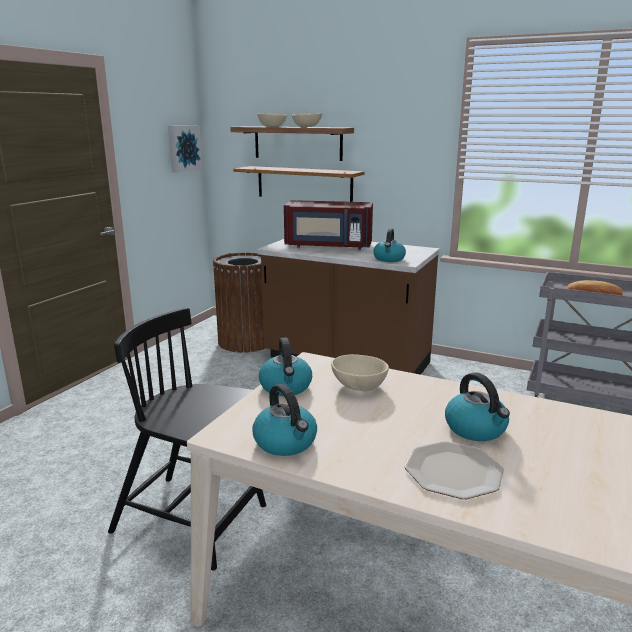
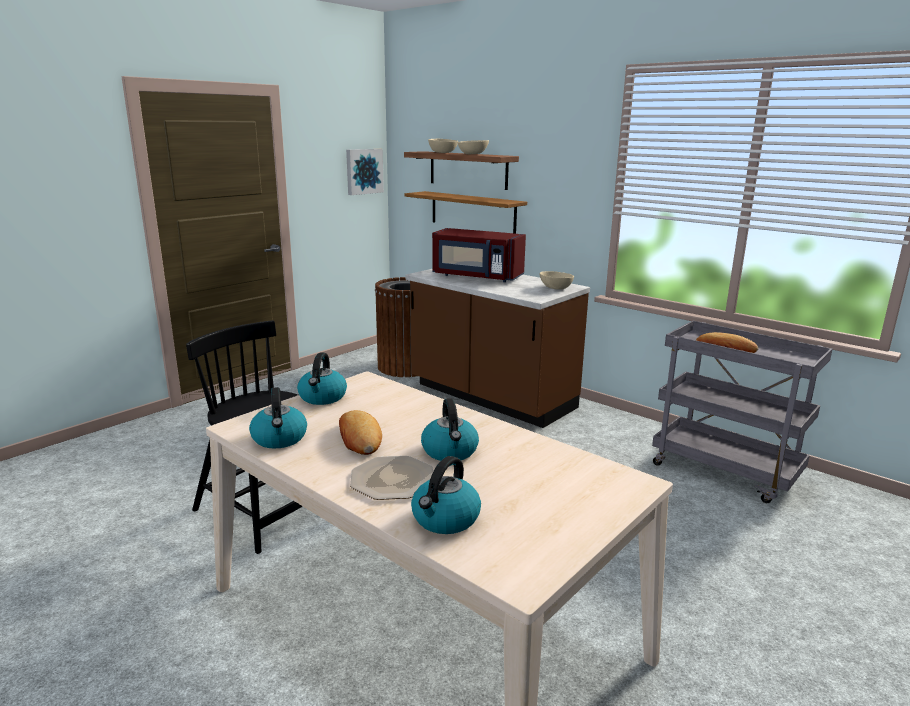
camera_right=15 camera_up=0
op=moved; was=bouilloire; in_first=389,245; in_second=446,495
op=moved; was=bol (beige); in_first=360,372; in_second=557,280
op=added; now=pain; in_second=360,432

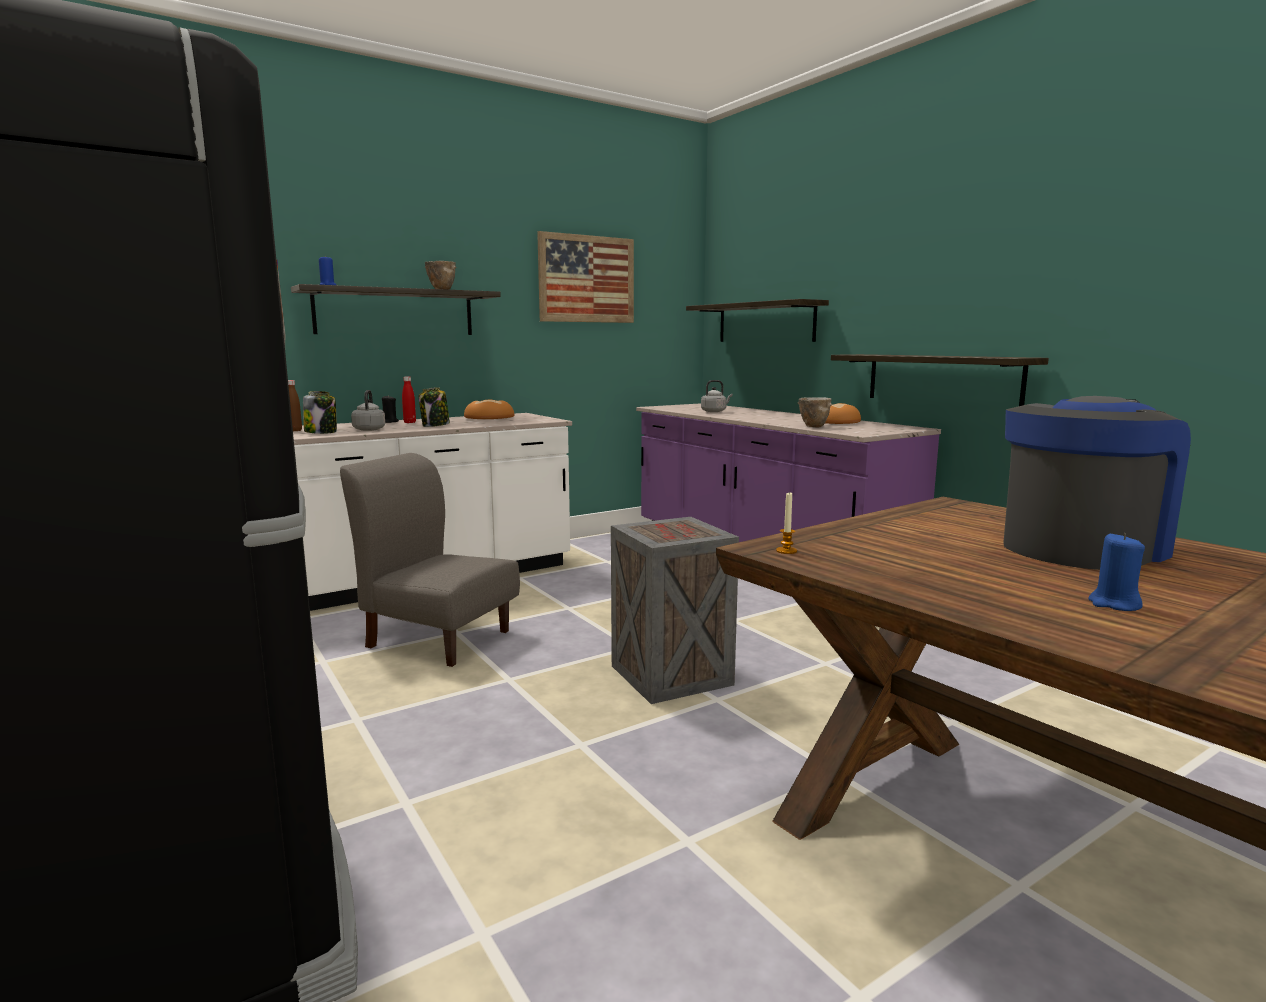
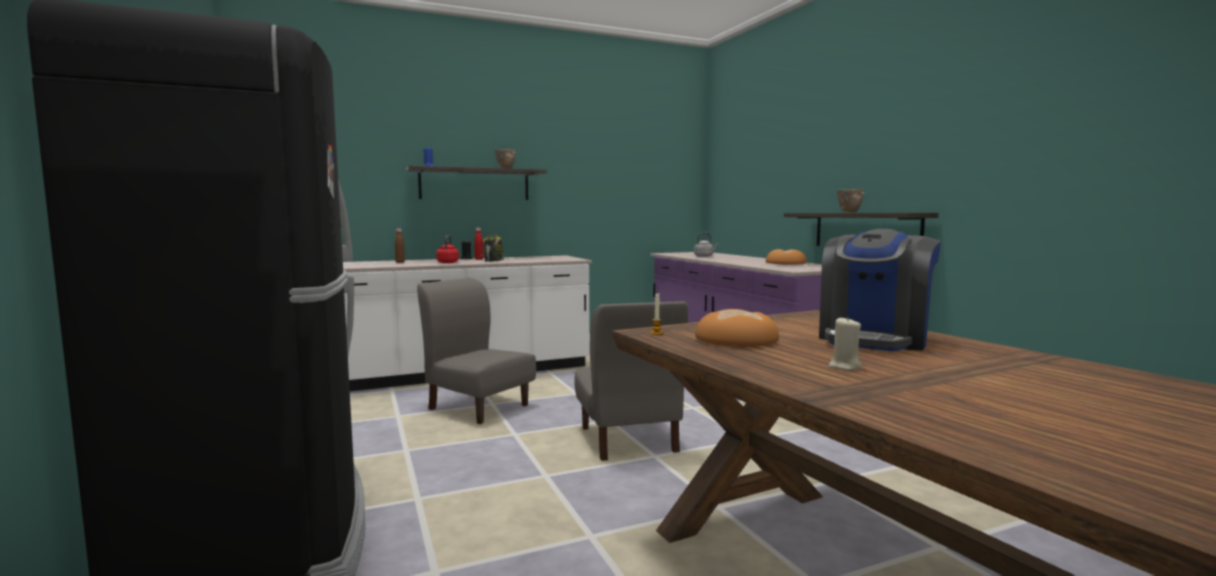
camera_right=10 camera_up=-5
op=removed; was=tableau; in_first=585,277
op=removed; was=étagère; in_first=757,320
op=recoloured; was=bouilloire (gris); now=bouilloire (rouge); in_first=368,410; in_second=447,249
op=removed; was=bocal; in_first=320,412
op=turned; was=machine à café; in_first=1097,483; in_second=880,290; clockwise=150
op=moved; was=bol; in_first=815,412; in_second=850,200
op=moved; was=pain; in_first=489,409; in_second=737,328
op=replaced; was=caisse; now=chaise (gris); in_first=675,610; in_second=631,381
op=recoloured; was=bougie (bleu); now=bougie (beige); in_first=1116,572; in_second=845,343

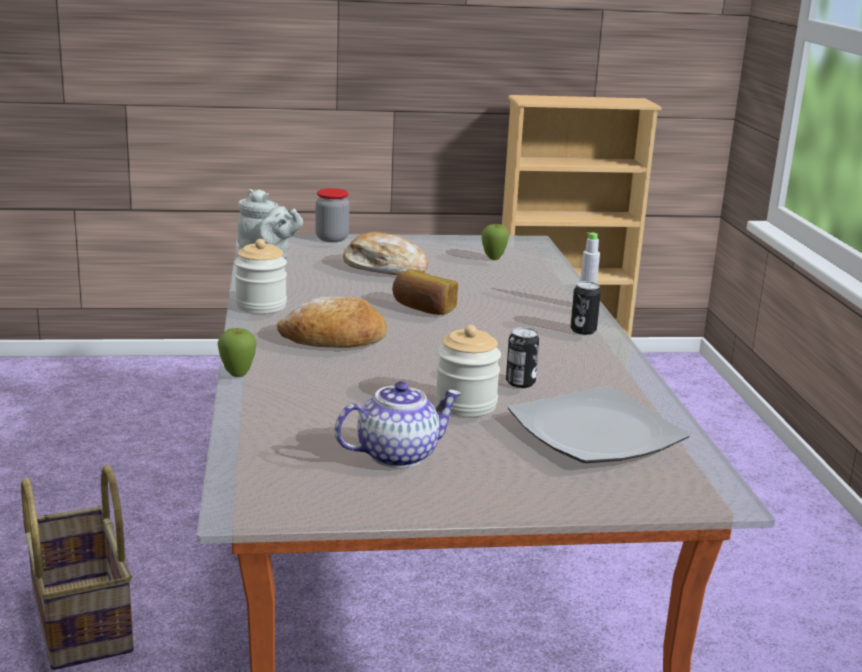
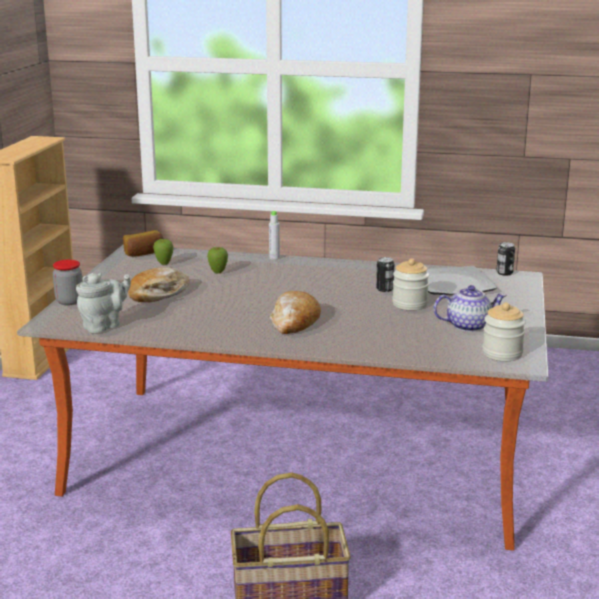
camera_right=-70 camera_up=0
op=moved; was=bocal; in_first=260,276; in_second=504,332
op=moved; was=pain; in_first=425,292; in_second=143,243
op=moved; was=boîte métallique; in_first=585,308; in_second=505,259
op=moved; was=pomme; in_first=237,352; in_second=217,260
op=turned; was=théière; in_first=398,424; in_second=470,308; clockwise=90

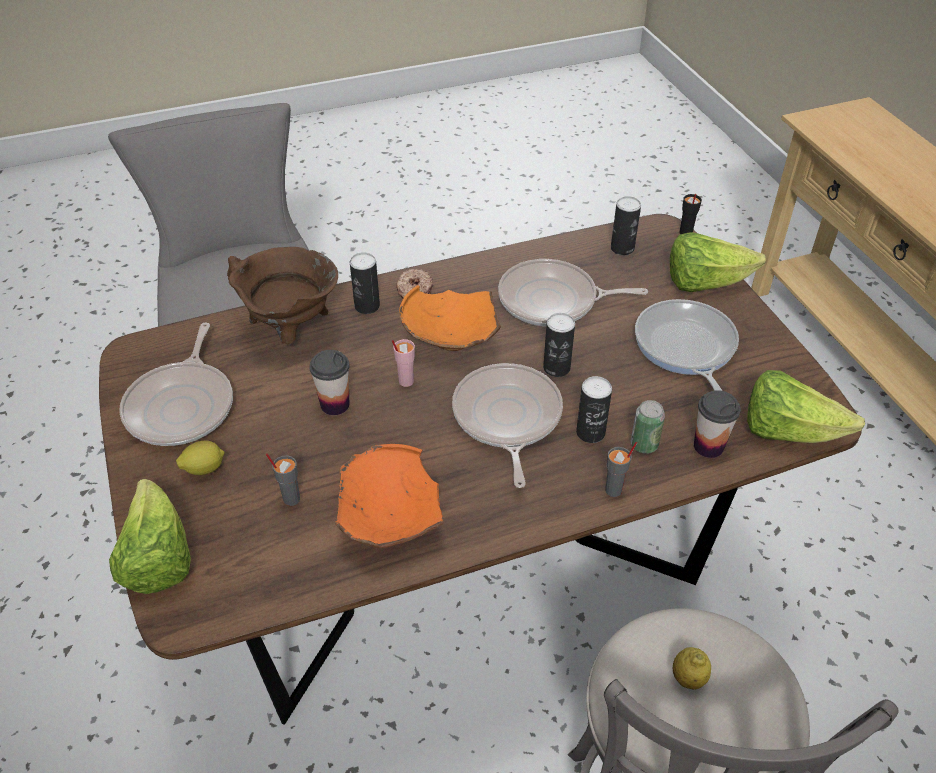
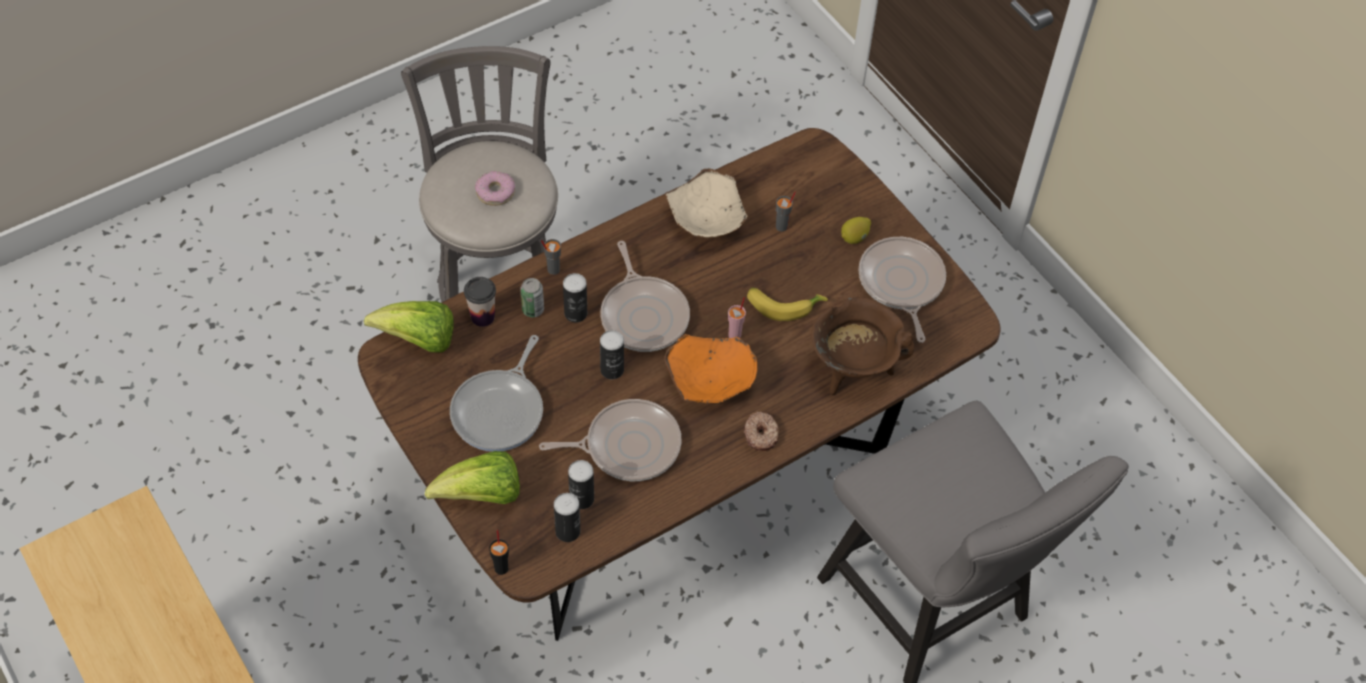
camera_right=165 camera_up=10
op=moved; was=boîte métallique; in_first=365,283; in_second=581,484
op=turned; was=poêle; in_first=687,345; in_second=496,393; clockwise=45
op=replaced; was=tasse; now=banane; in_first=329,382; in_second=787,304
op=recoloured; was=bol (orange); now=bol (beige); in_first=389,496; in_second=706,203
op=removed; was=laitue; in_first=150,536
op=replaced; was=citron; now=beignet; in_first=692,668; in_second=495,188

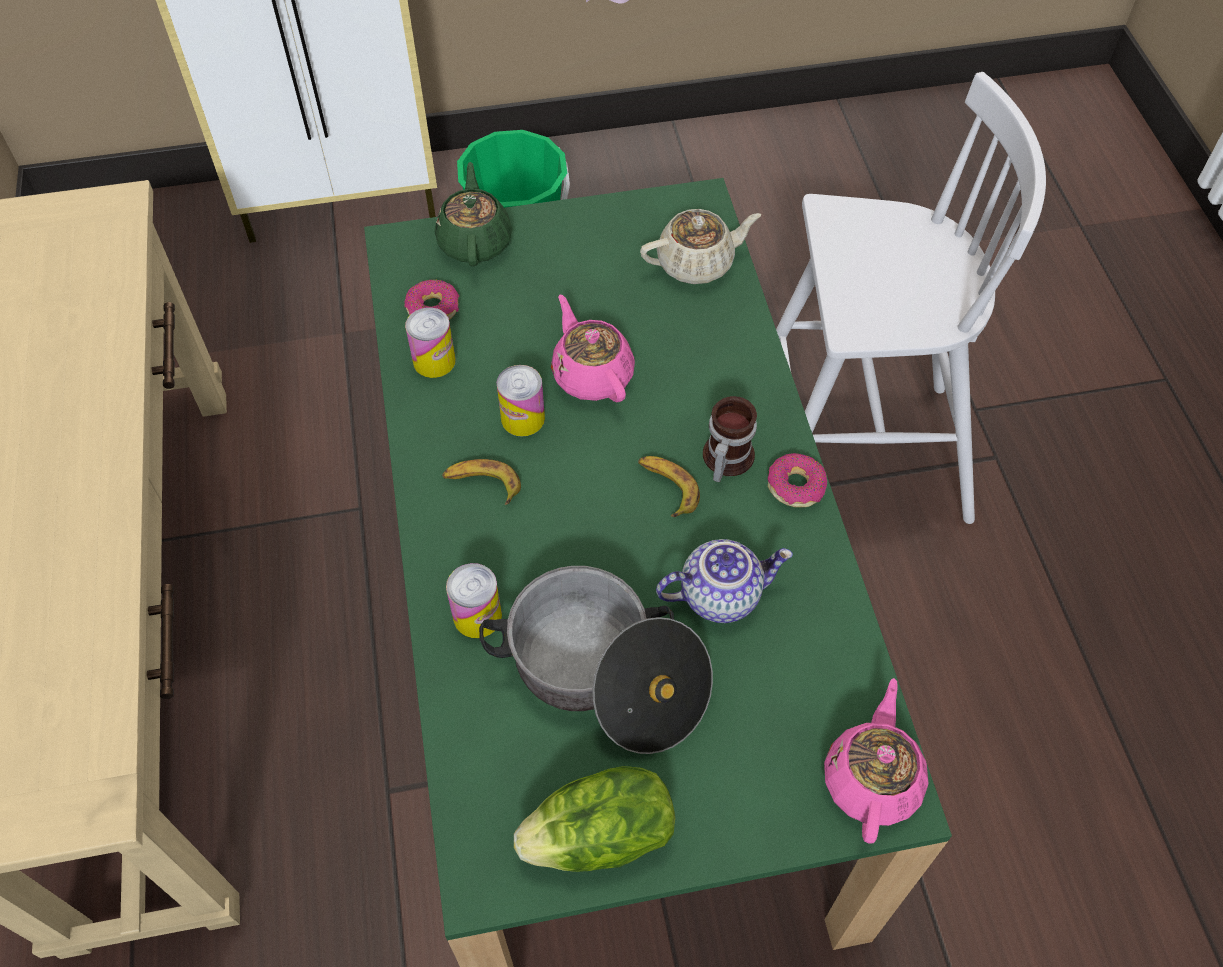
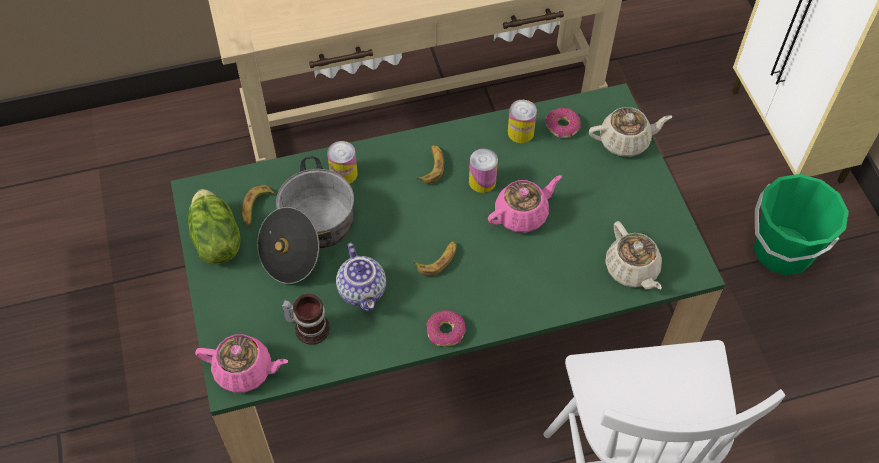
camera_right=85 camera_up=0
op=recoloured; was=théière (vert); now=théière (beige); in_first=473,214; in_second=631,132
op=moved; was=mug; in_first=730,439; in_second=306,319
op=added; now=banane; in_second=259,205

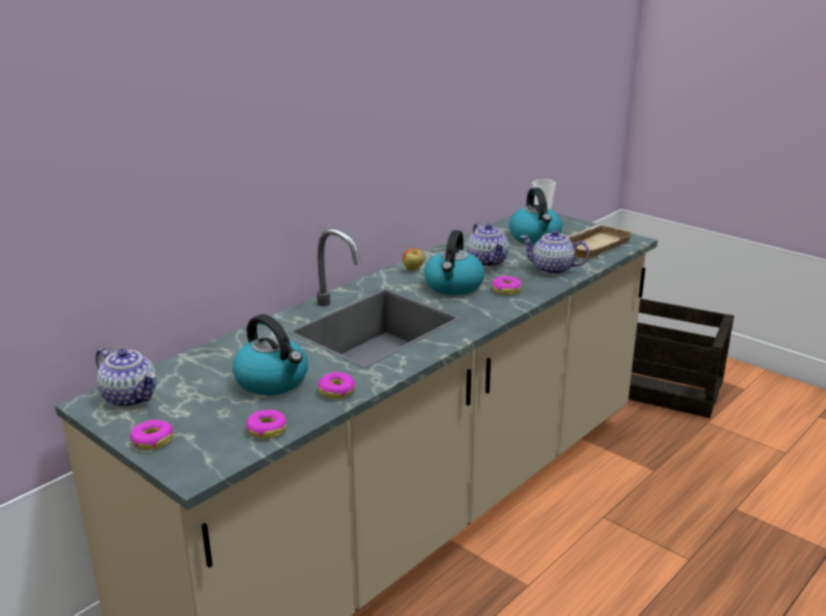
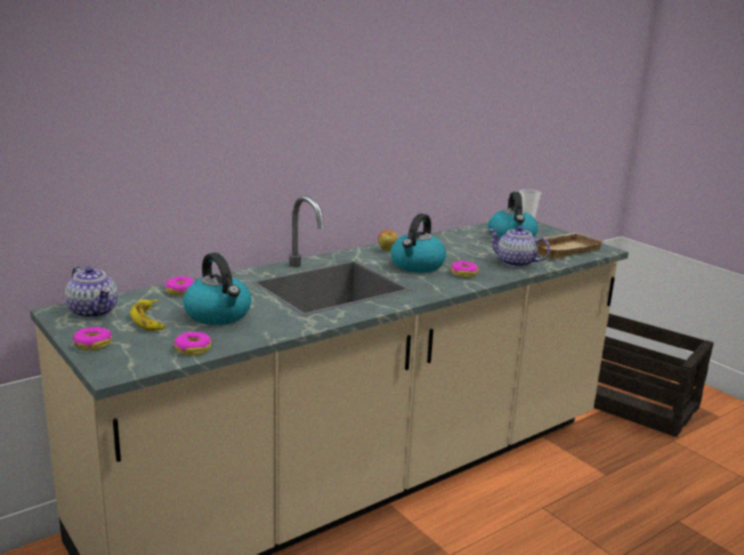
camera_right=10 camera_up=-5
op=removed; was=théière; in_first=488,245
op=moved; was=beignet; in_first=336,385; in_second=180,285
op=added; now=banane; in_second=147,315

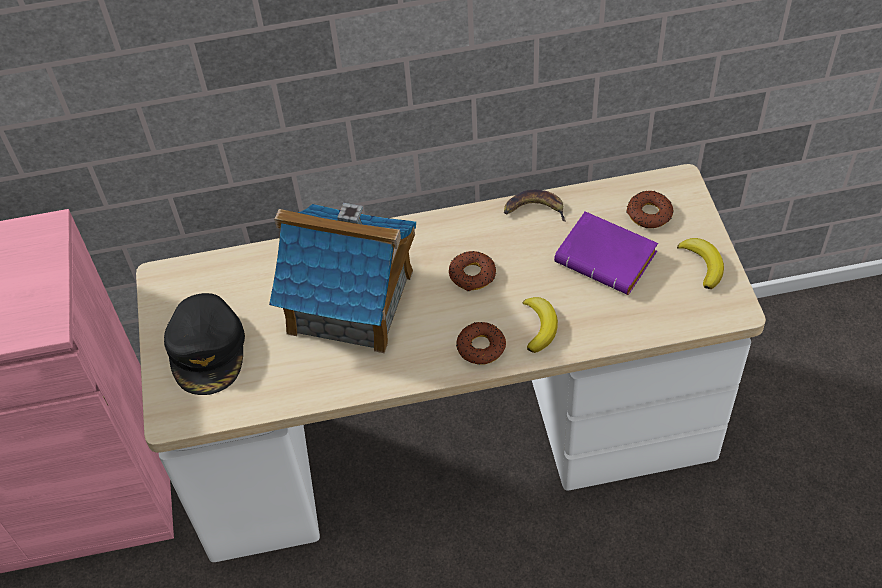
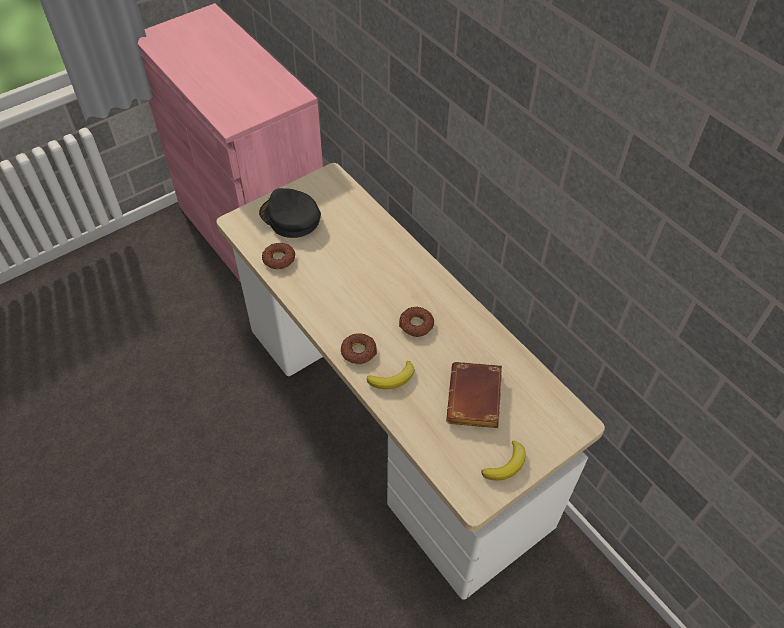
camera_right=60 camera_up=0
op=removed; was=banane; in_first=535,206
op=moved; was=beignet; in_first=650,209; in_second=278,256
op=removed; was=maison miniature; in_first=342,278
op=recoloured; was=livre (violet); now=livre (marron); in_first=606,253; in_second=474,395
op=turned; was=casquette (noir); in_first=204,344; in_second=290,213; clockwise=75

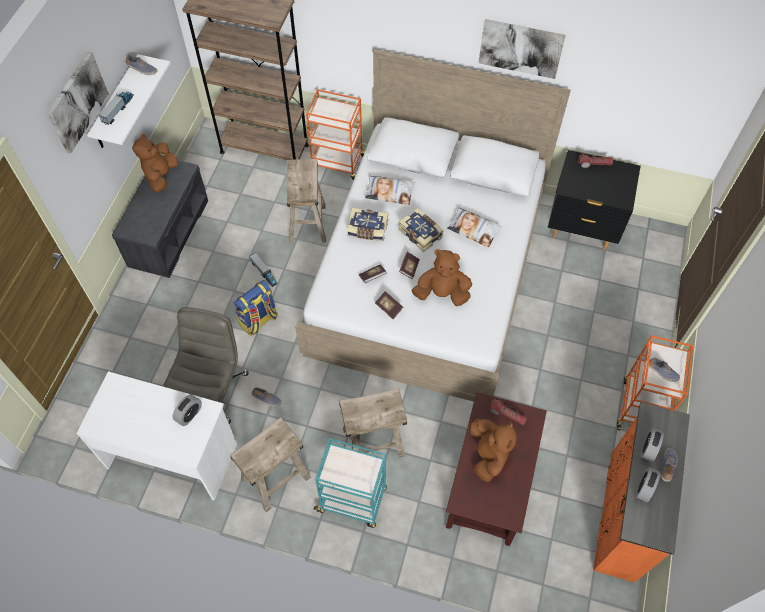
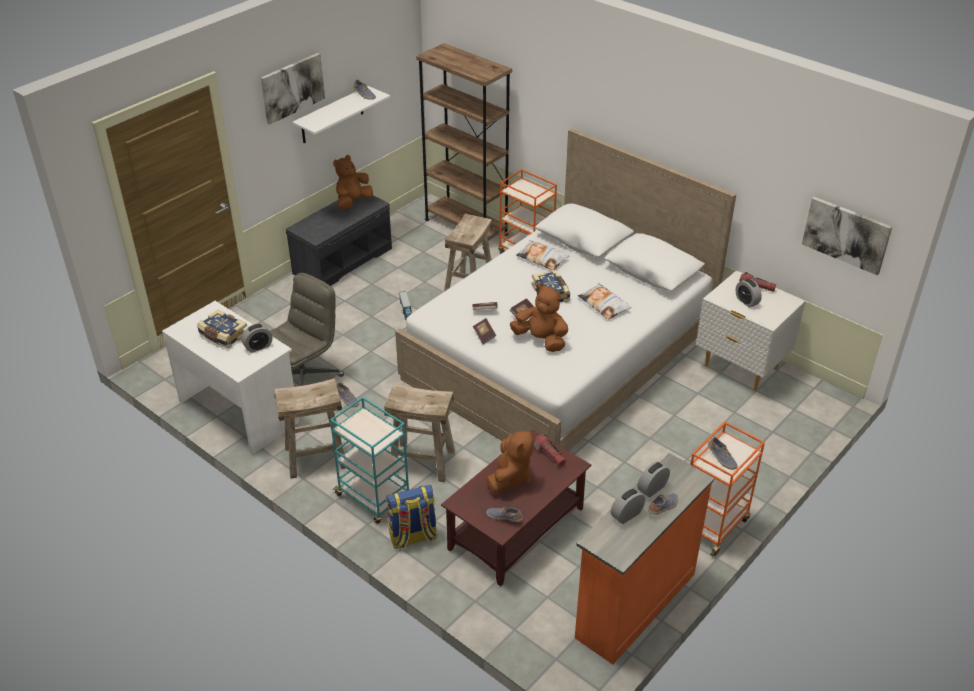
camera_right=25 camera_up=-20
op=moved; was=tableau; in_first=522,49; in_second=847,236
op=removed; was=camion jouet; in_first=116,108
op=recoloured; was=table de chevet (noir); now=table de chevet (blanc); in_first=594,200; in_second=750,331
op=moved; was=livre; in_first=367,224; in_second=222,329
op=moved; was=sac à dos; in_first=256,308; in_second=411,517
op=added; now=réveil; in_second=749,293
op=added; now=chaussure; in_second=504,514

